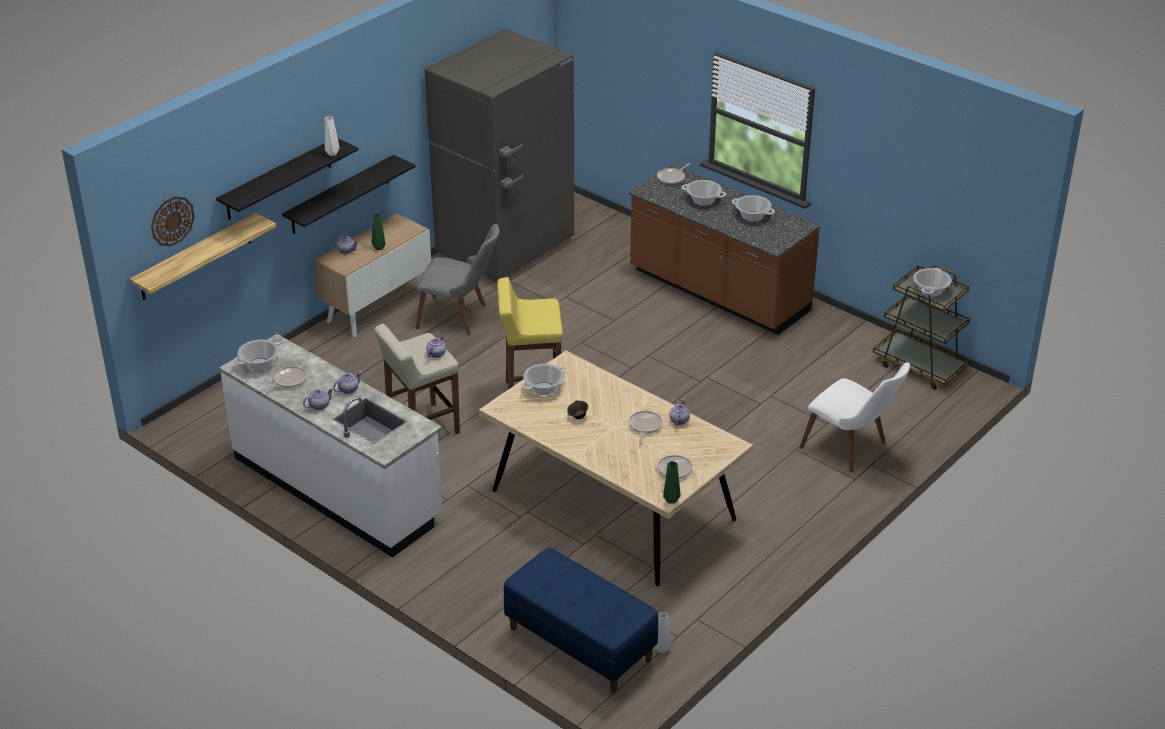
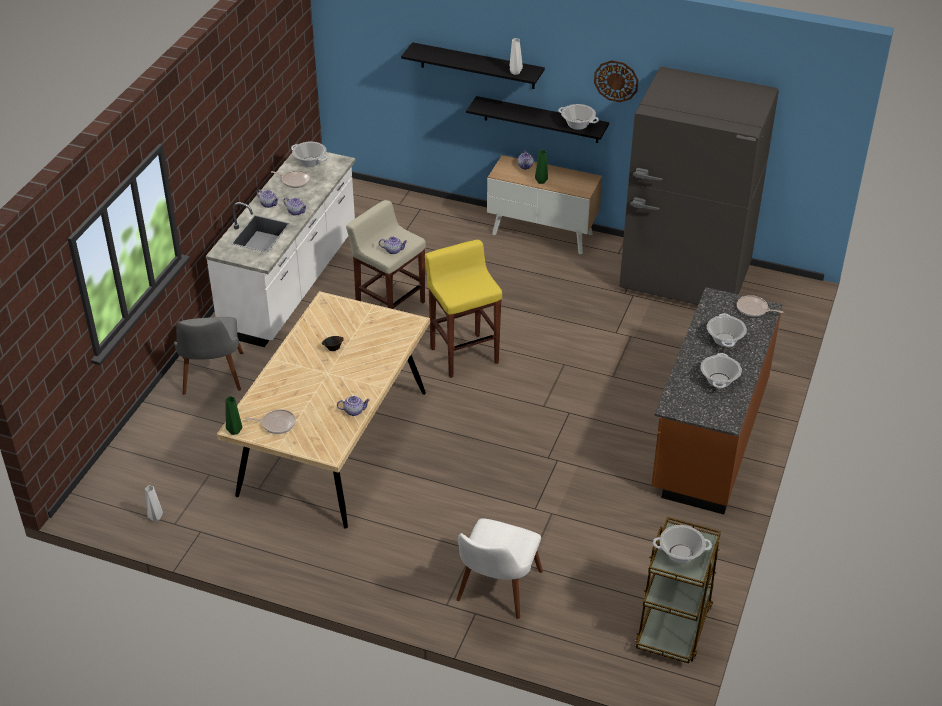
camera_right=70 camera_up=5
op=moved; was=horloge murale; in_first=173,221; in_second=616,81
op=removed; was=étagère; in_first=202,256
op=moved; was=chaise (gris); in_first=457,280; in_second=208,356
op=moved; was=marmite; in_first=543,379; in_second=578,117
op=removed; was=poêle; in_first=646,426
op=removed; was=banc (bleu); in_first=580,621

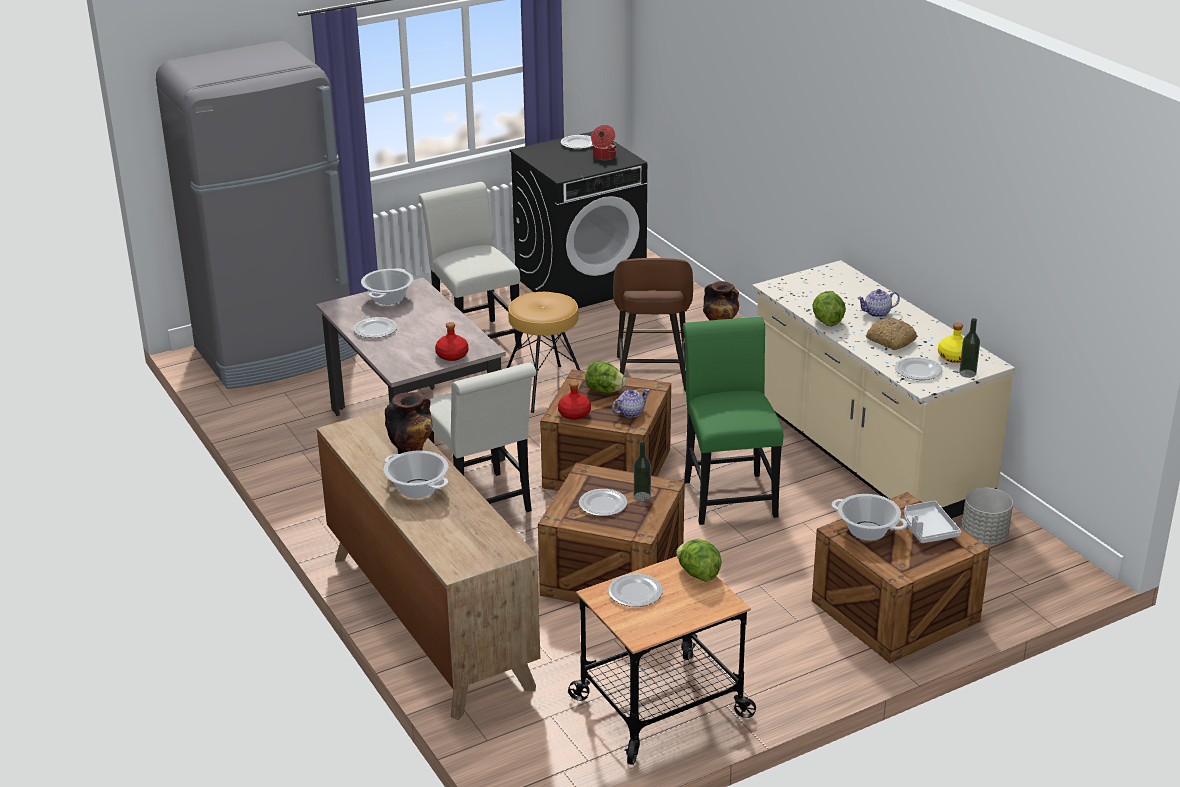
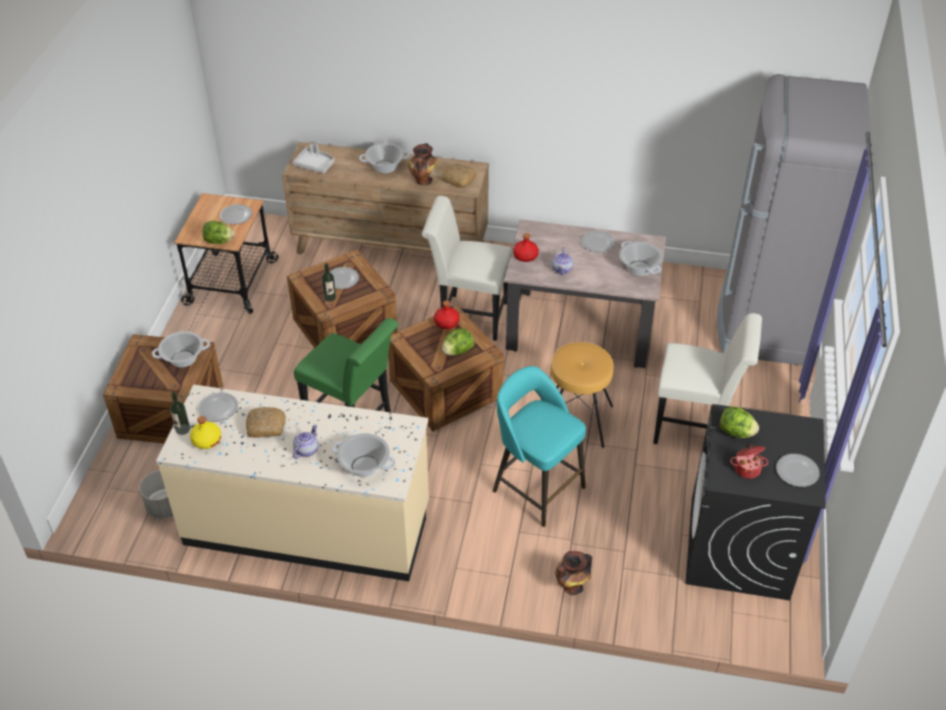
camera_right=130 camera_up=15
op=recoloured; was=tabouret (marron); now=tabouret (turquoise); in_first=653,325; in_second=539,446
op=moved; was=laitue; in_first=829,308; in_second=739,422
op=moved; was=théière; in_first=630,403; in_second=562,261
op=moved; was=plateau (gris); in_first=932,522; in_second=313,158
op=added; now=pain; in_second=459,175
op=added; now=marmite; in_second=363,455

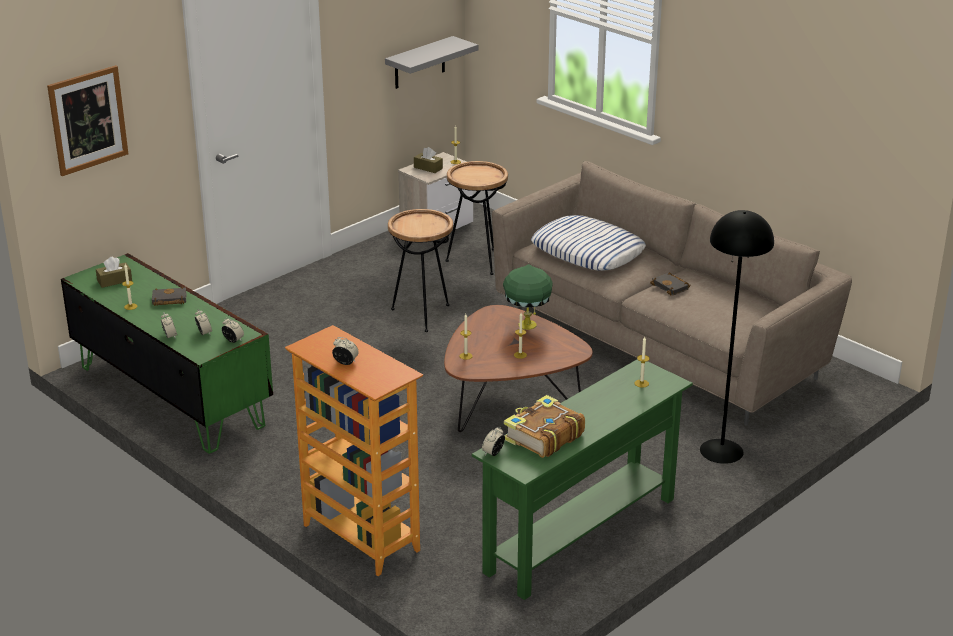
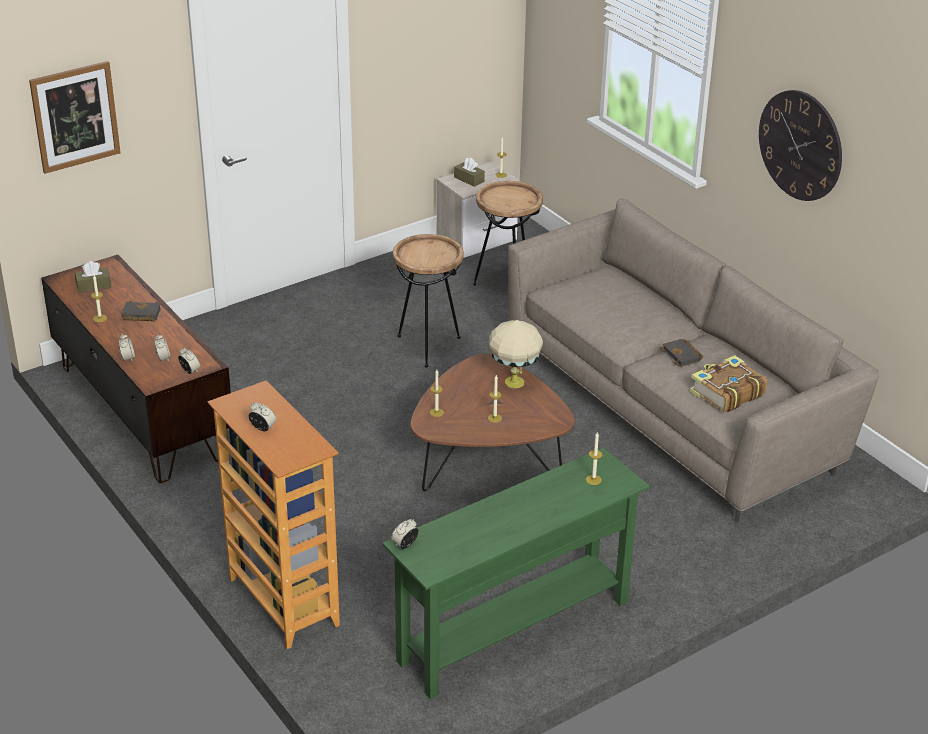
camera_right=10 camera_up=5
op=removed; was=étagère (gris); in_first=431,62
op=removed; was=lampadaire (noir); in_first=737,337
op=removed; was=coussin; in_first=588,243
op=recoloured; was=meuble télé (vert); now=meuble télé (marron); in_first=167,353; in_second=136,369
op=recoloured; was=lampe de table (vert); now=lampe de table (beige); in_first=527,297; in_second=516,354
op=moved; was=livre; in_first=544,426; in_second=728,383
op=added; now=horloge murale; in_second=800,145

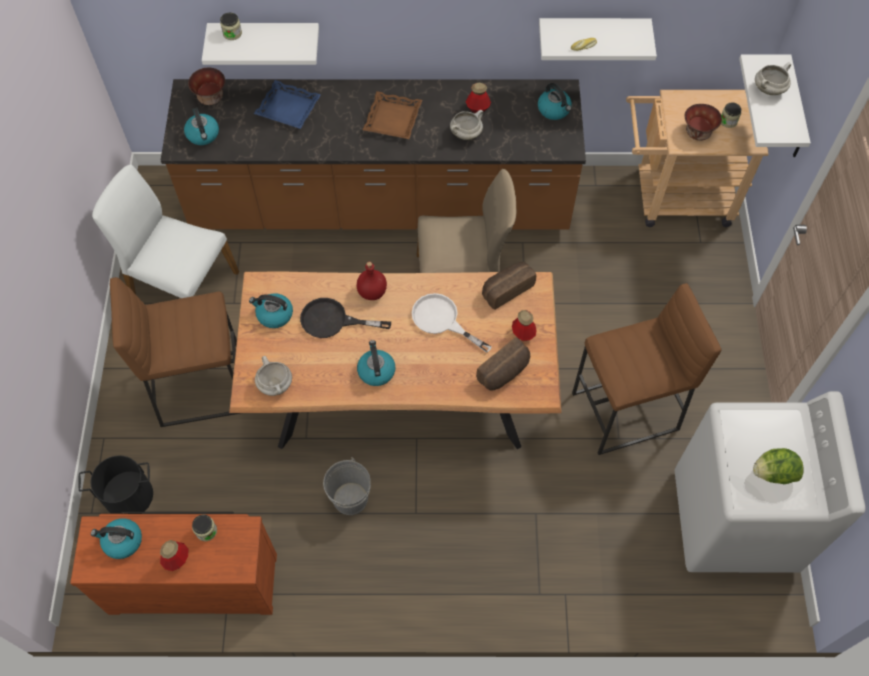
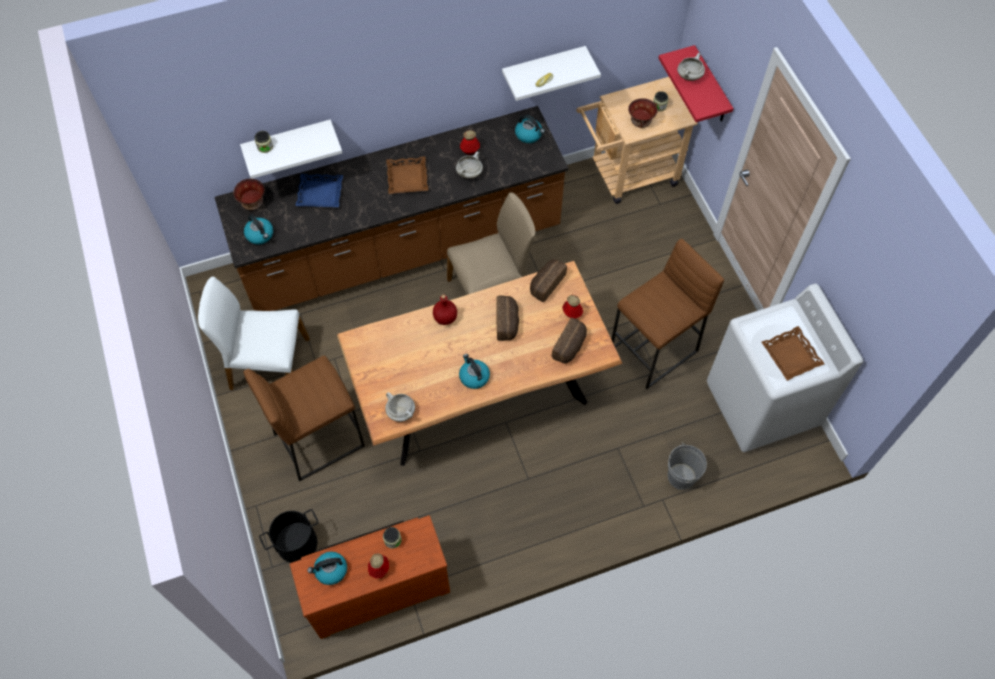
camera_right=-20 camera_up=0
op=recoloured; was=étagère (blanc); now=étagère (rouge); in_first=775,105; in_second=696,83
op=removed; was=bouilloire; in_first=271,310
op=replaced; was=poêle (blanc); now=pain; in_first=452,323; in_second=507,318
op=removed; was=poêle (noir); in_first=345,318
op=replaced; was=laitue; now=plateau (marron); in_first=778,466; in_second=793,353
op=moved; was=seau (gris); in_first=347,486; in_second=687,466

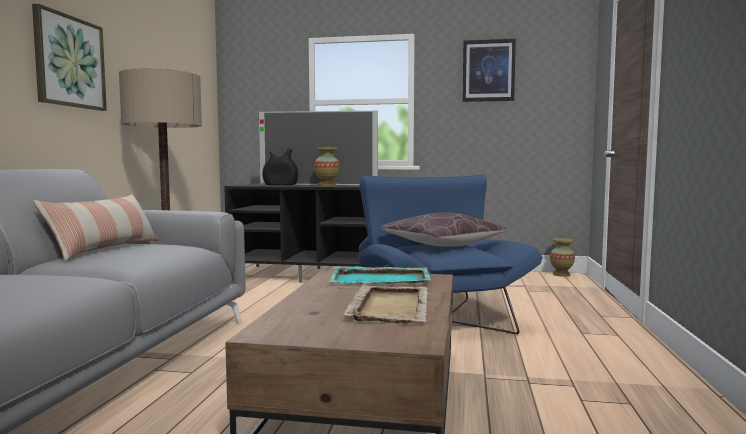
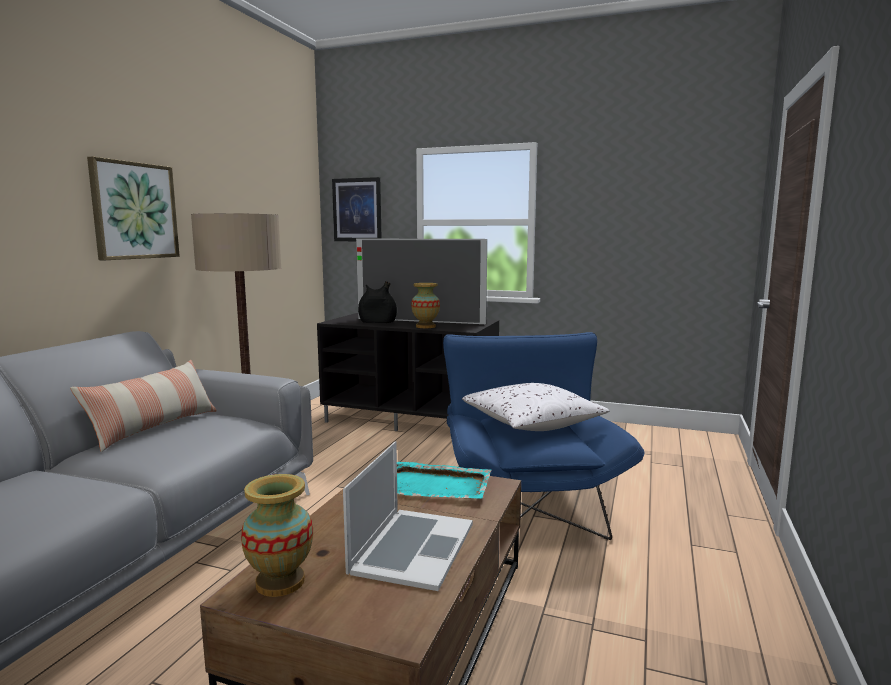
camera_right=10 camera_up=5
op=moved; was=tableau; in_first=489,70; in_second=357,209
op=recoloured; was=coussin (marron); now=coussin (blanc); in_first=444,229; in_second=536,407
op=moved; was=vase; in_first=562,257; in_second=277,535
op=replaced; was=plateau (beige); now=ordinateur portable; in_first=385,304; in_second=408,516

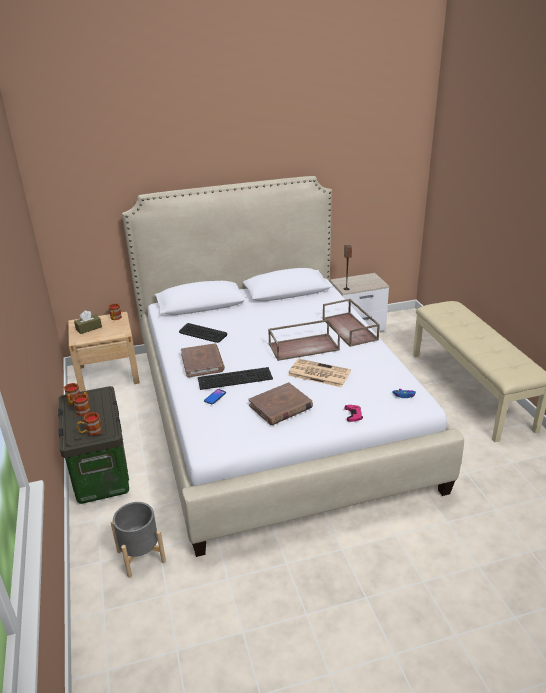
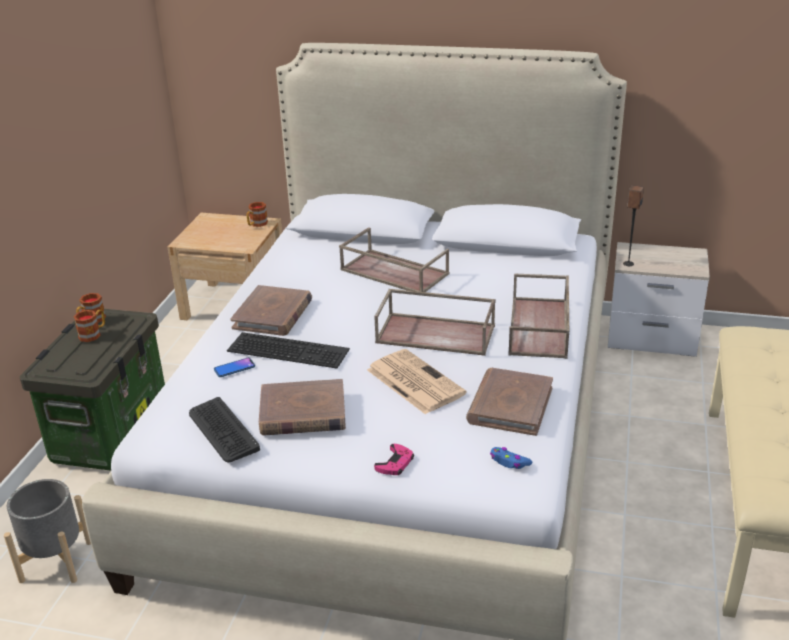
camera_right=30 camera_up=0
op=removed; was=boîte à mouchoirs (marron); in_first=88,322
op=moved; was=clavier; in_first=203,333; in_second=224,430
op=removed; was=mug; in_first=89,424
op=added; now=plateau (marron); in_second=394,259
op=added; now=livre (marron); in_second=509,402

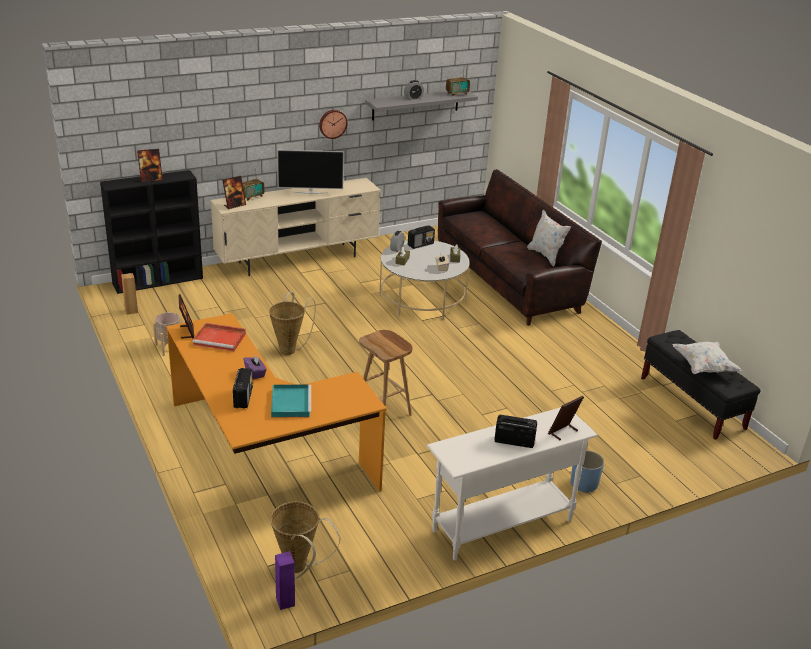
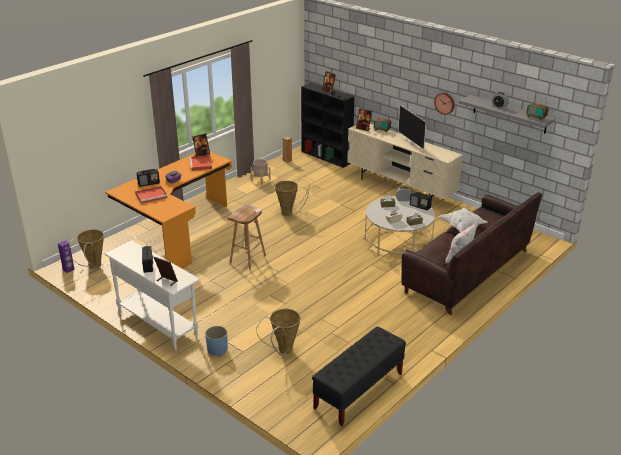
camera_right=70 camera_up=0
op=moved; was=coussin (blanc); in_first=707,358; in_second=463,220
op=recoloured; was=plateau (turquoise); now=plateau (rouge); in_first=291,401; in_second=151,195
op=added; now=panier; in_second=278,333

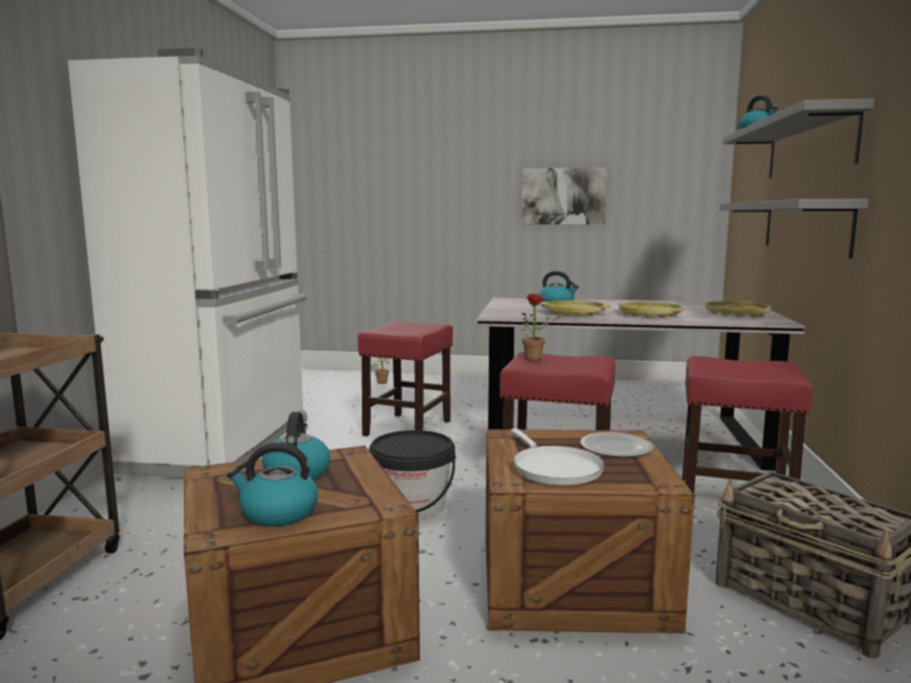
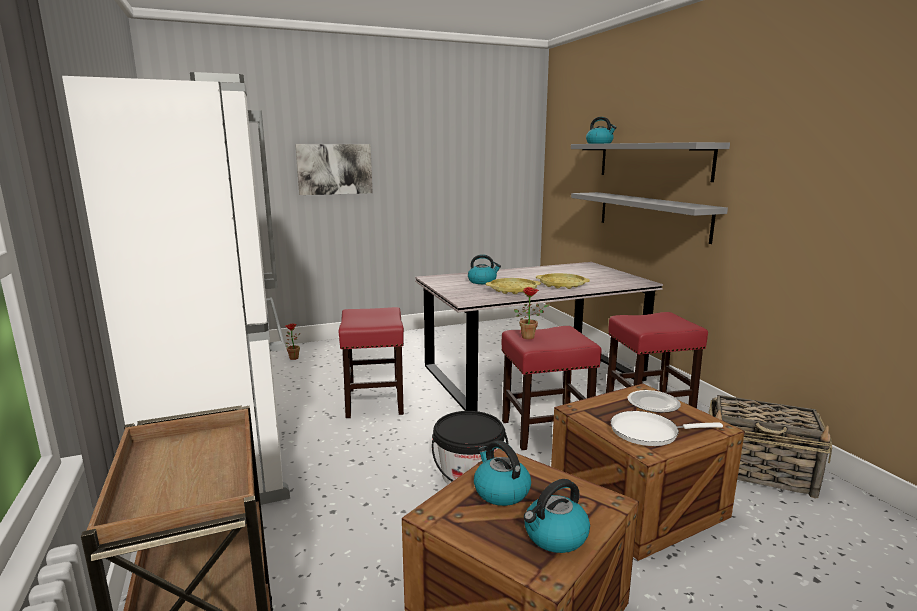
camera_right=-30 camera_up=5
op=moved; was=tableau; in_first=564,196; in_second=334,169
op=removed; was=plateau (jaune); in_first=738,309
op=turned; was=poêle (blanc); in_first=558,456; in_second=667,428; clockwise=135

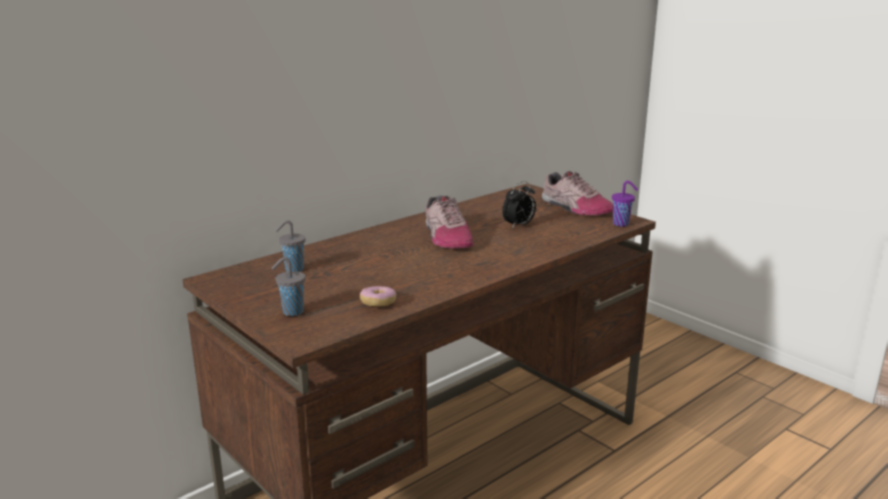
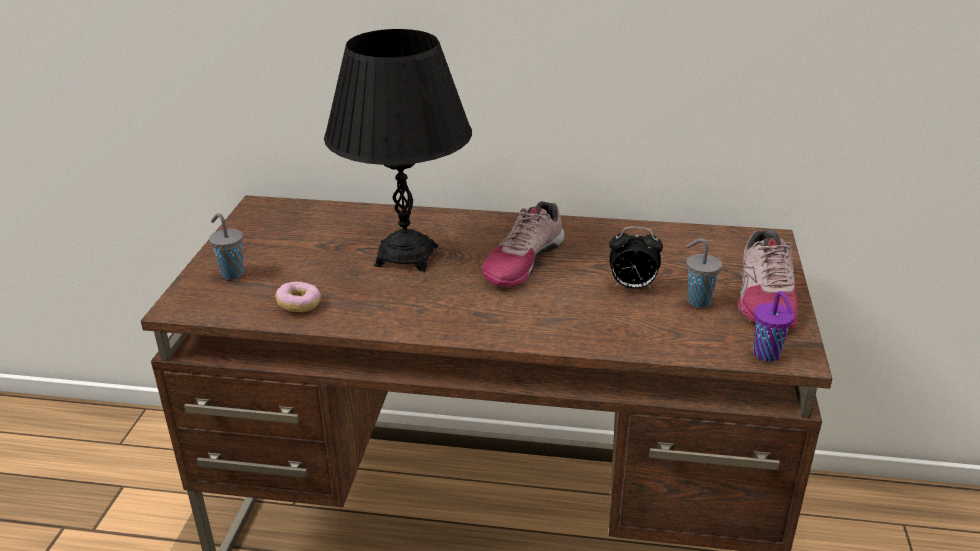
camera_right=50 camera_up=10
op=moved; was=tasse (gris); in_first=290,246; in_second=704,273
op=added; now=lampe de table (noir); in_second=398,150

